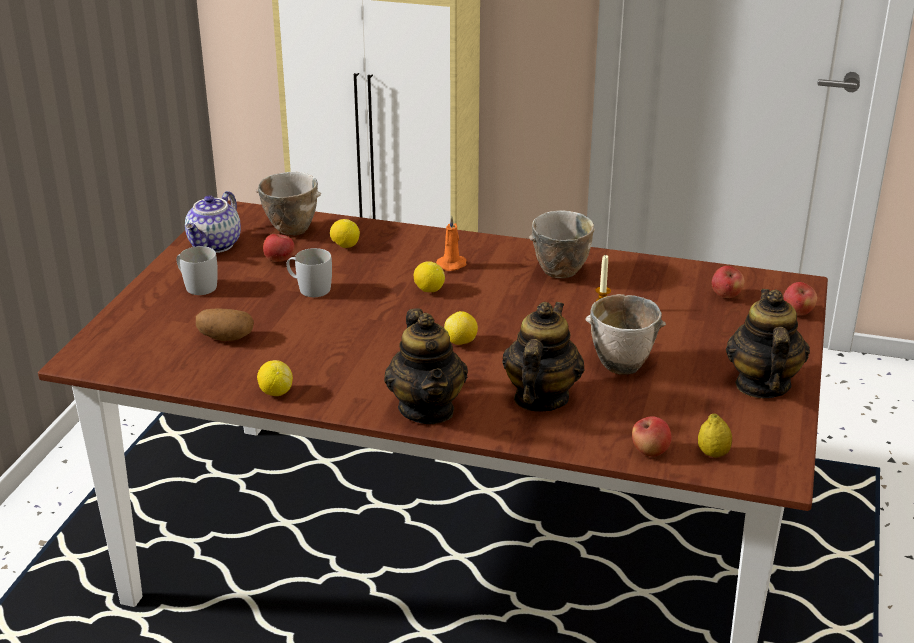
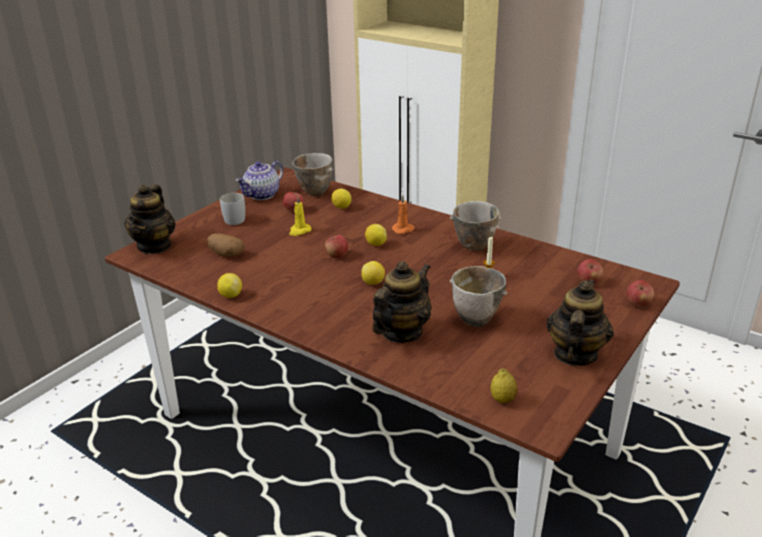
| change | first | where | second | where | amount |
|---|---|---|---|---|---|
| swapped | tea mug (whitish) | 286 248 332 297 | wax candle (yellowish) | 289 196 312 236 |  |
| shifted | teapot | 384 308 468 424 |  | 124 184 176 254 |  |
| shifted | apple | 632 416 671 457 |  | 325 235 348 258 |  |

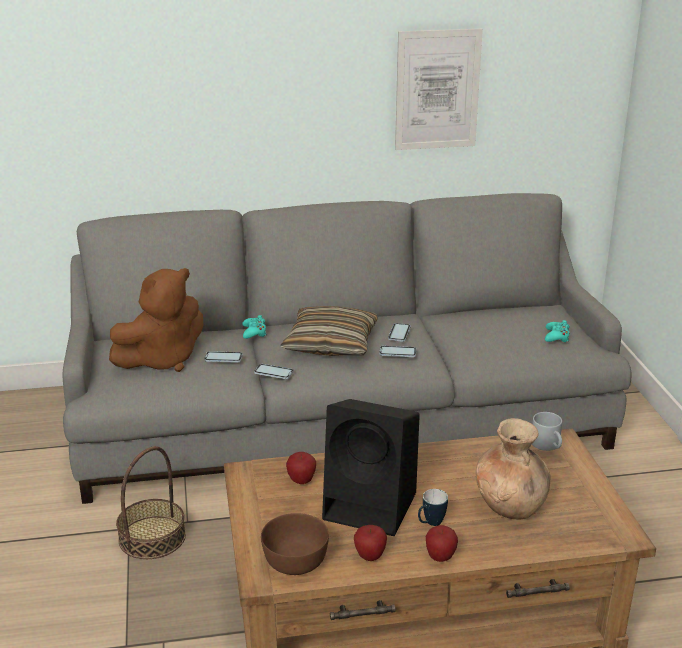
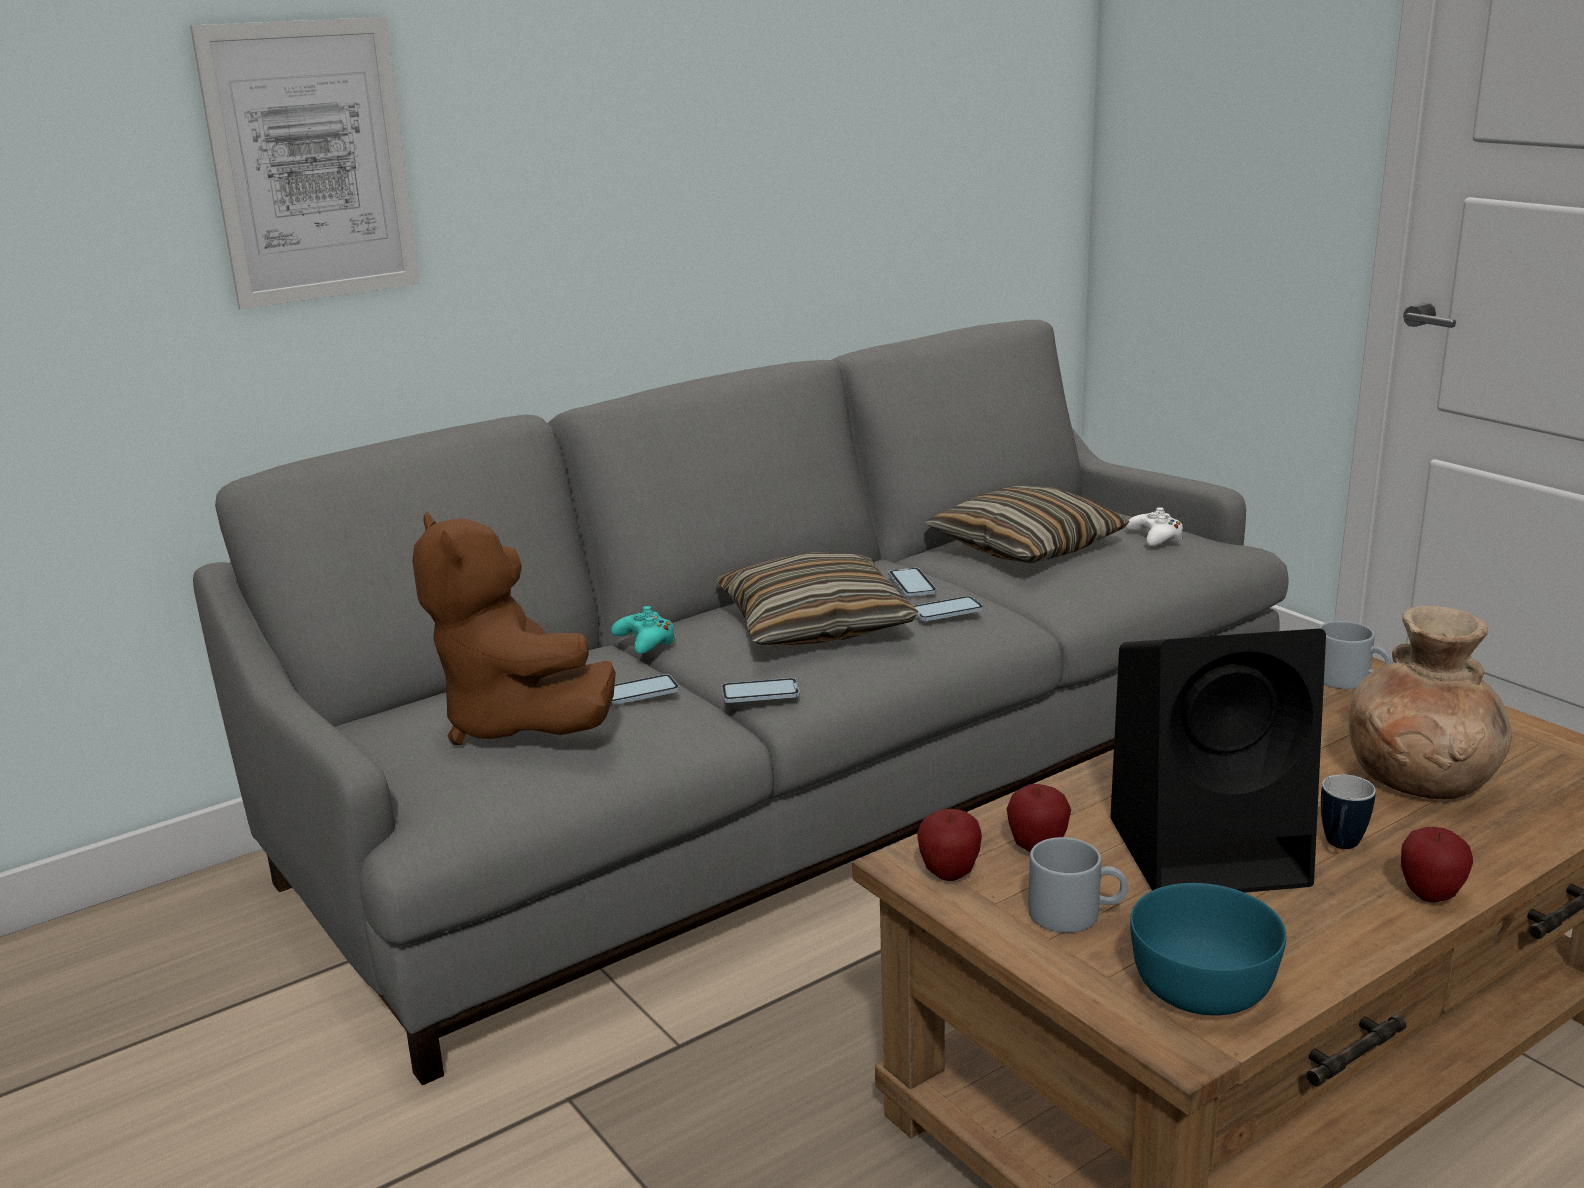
| change | first | where | second | where | amount |
|---|---|---|---|---|---|
| rotated | plush toy (brownish) | 109 268 203 372 |  | 412 512 616 745 | 120 degrees clockwise |
| gone | storage basket | 116 446 186 559 |  |  |  |
| repainted | serving bowl (brownish) | 261 513 329 575 | serving bowl (blue-green) | 1130 883 1286 1016 |  |
| shifted | apple | 354 525 387 561 |  | 917 809 982 881 |  |
| shifted | picture | 395 29 483 150 |  | 190 17 420 310 |  |
| repainted | joypad (blue-green) | 545 320 569 342 | joypad (whitish) | 1126 507 1183 546 |  |
| new |  |  | throw pillow | 926 485 1130 563 |  |
| new |  |  | tea mug (gray) | 1028 837 1128 933 |  |

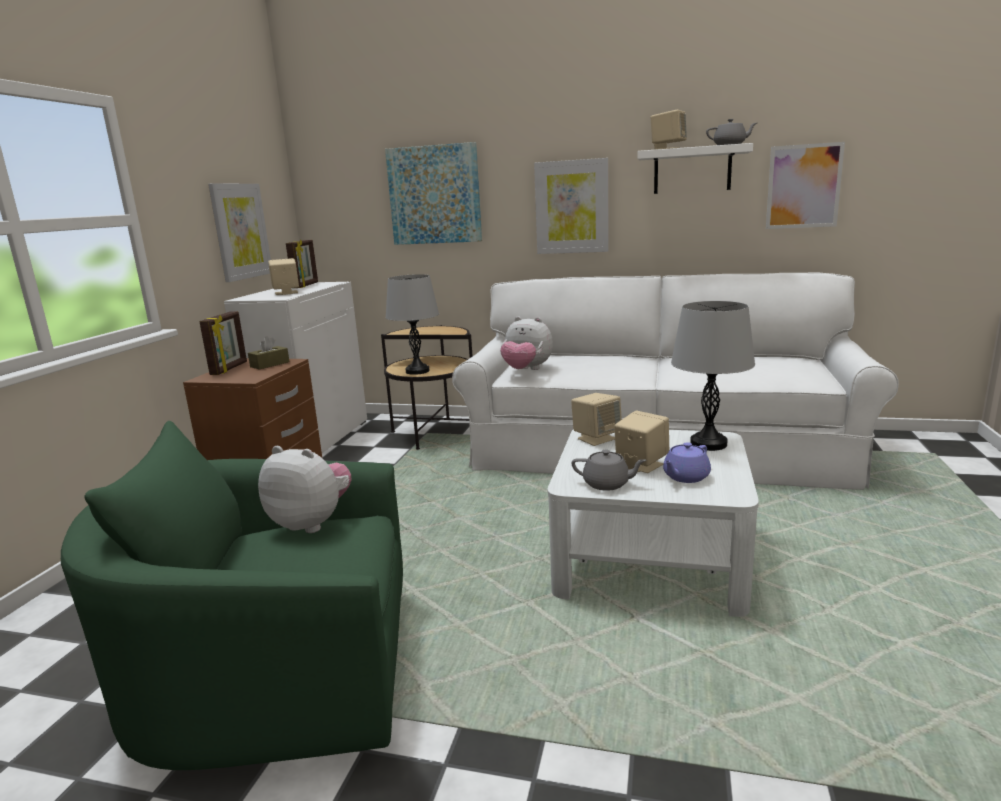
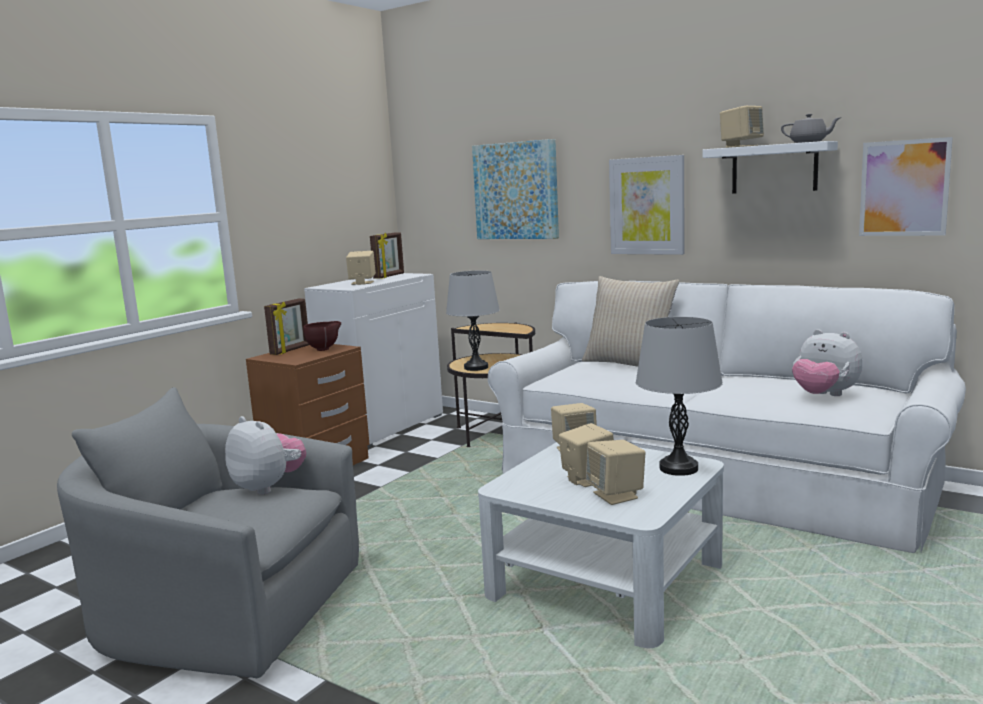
| change | first | where | second | where | amount |
|---|---|---|---|---|---|
| repainted | easy chair (greenish) | 61 421 403 770 | easy chair (gray) | 57 387 359 678 |  |
| gone | picture | 208 183 271 282 |  |  |  |
| swapped | tissue box (brownish) | 248 336 290 370 | serving bowl (brownish) | 303 321 341 351 |  |
| shifted | plush toy | 500 316 553 370 |  | 792 329 863 396 |  |
| gone | teapot (gray) | 571 450 647 491 |  |  |  |
| swapped | teapot (purplish) | 663 442 711 483 | audio speaker (sand-coloured) | 586 440 645 505 |  |
| new |  |  | throw pillow (sand-coloured) | 582 276 679 367 |  |

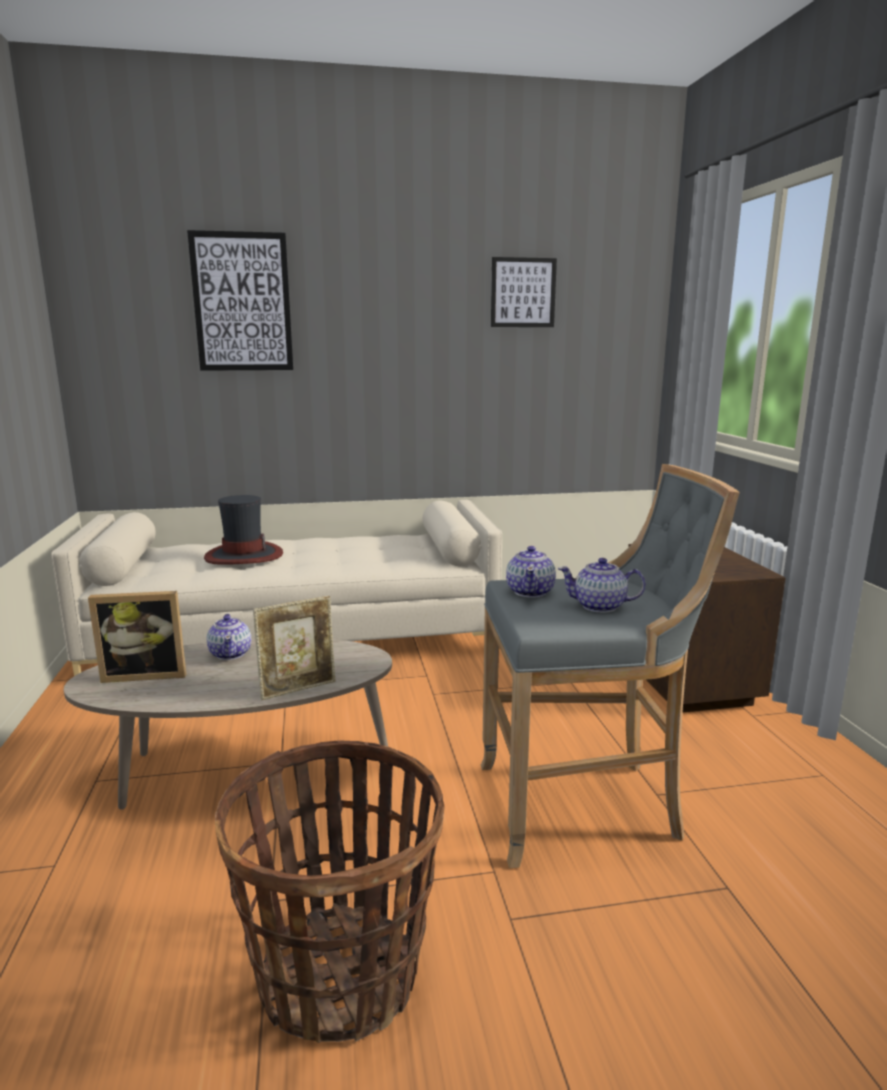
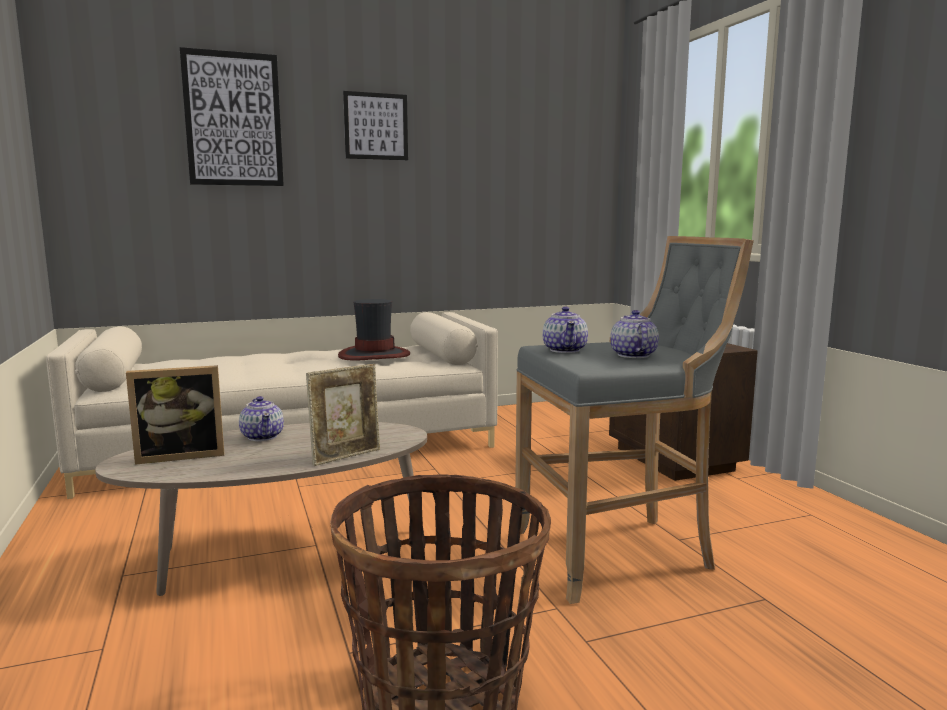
| change | first | where | second | where | amount |
|---|---|---|---|---|---|
| shifted | clothing hat | 204 495 283 565 |  | 338 299 410 361 |  |
| shifted | picture | 491 257 557 327 |  | 343 91 408 160 |  |
| rotated | teapot | 558 558 646 613 |  | 610 310 659 358 | 90 degrees clockwise |

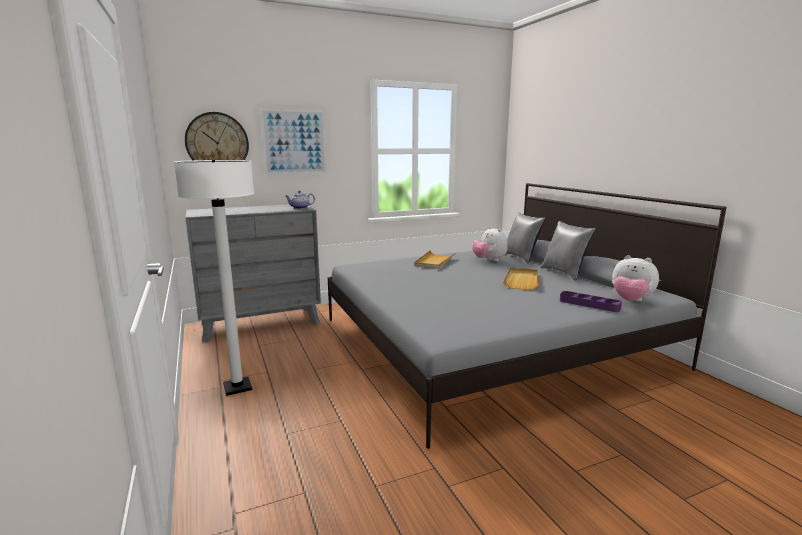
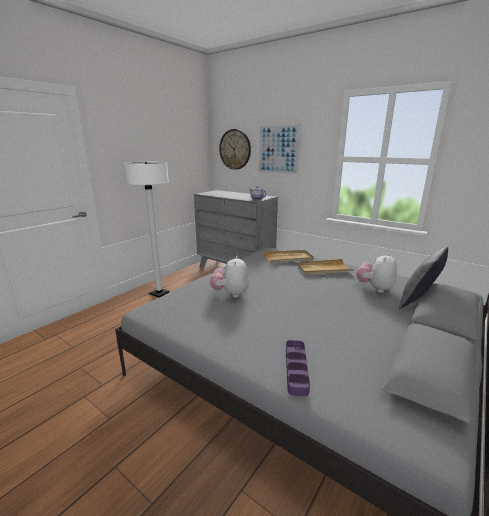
| change | first | where | second | where | amount |
|---|---|---|---|---|---|
| shifted | tray (sand-coloured) | 503 268 539 290 |  | 264 250 314 262 |  |
| gone | throw pillow (gray) | 540 221 596 281 |  |  |  |
| shifted | plush toy | 612 255 659 301 |  | 210 256 249 298 |  |

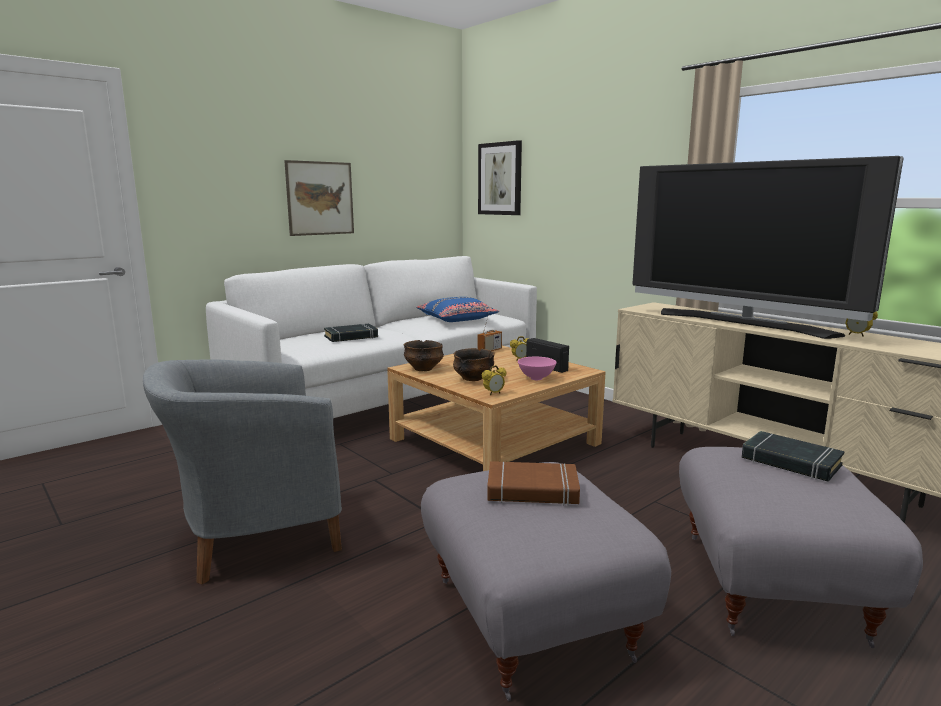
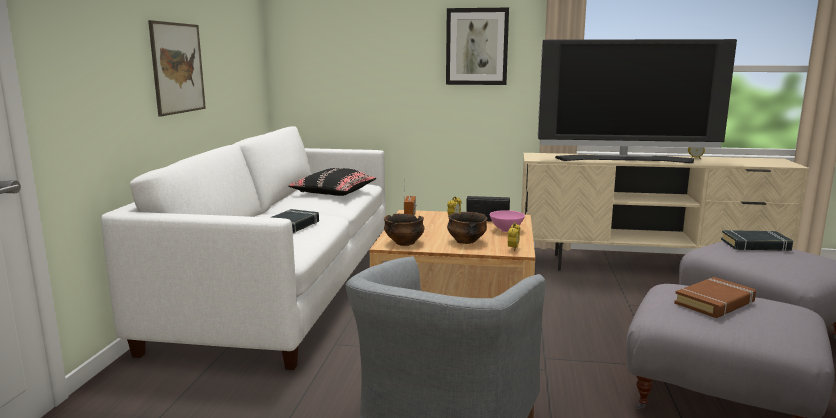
| change | first | where | second | where | amount |
|---|---|---|---|---|---|
| repainted | throw pillow (blue) | 416 297 499 322 | throw pillow (blackish) | 288 168 377 196 |  |
| shifted | picture | 478 140 522 215 |  | 446 8 509 85 |  |

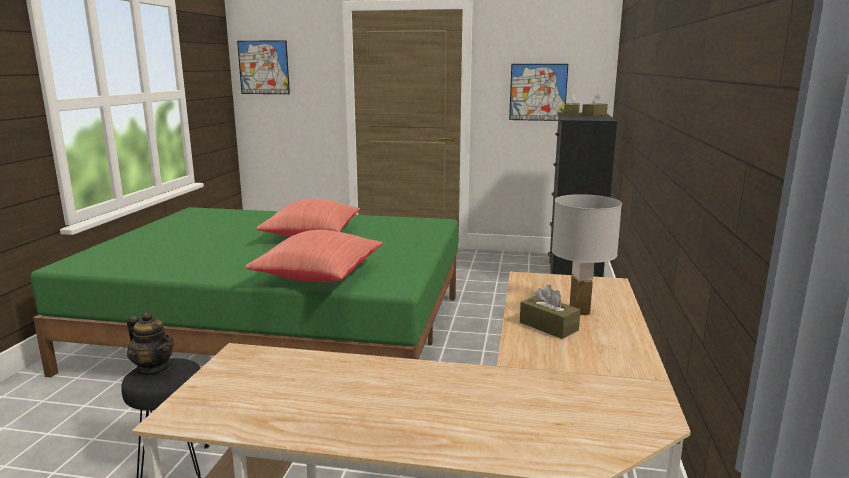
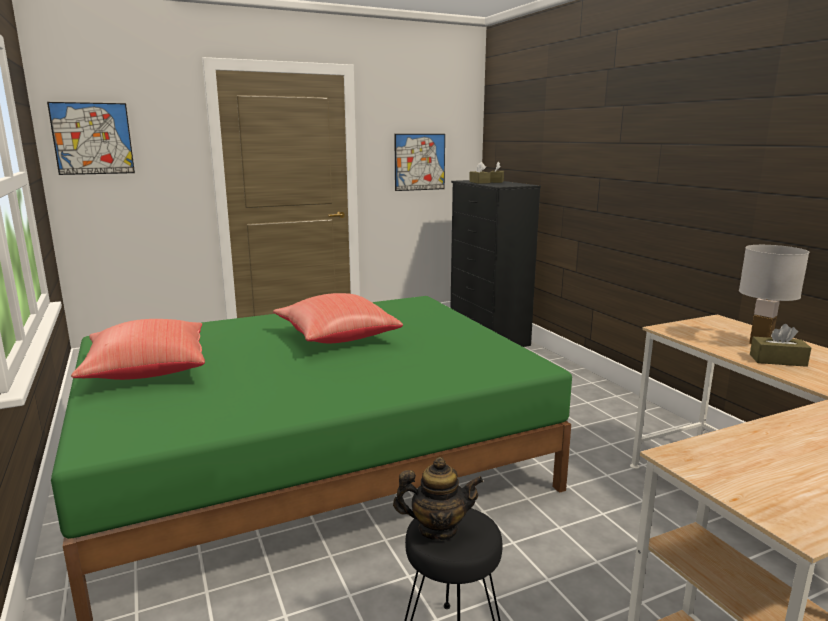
| change | first | where | second | where | amount |
|---|---|---|---|---|---|
| shifted | throw pillow (red) | 245 230 383 282 |  | 71 319 205 380 |  |

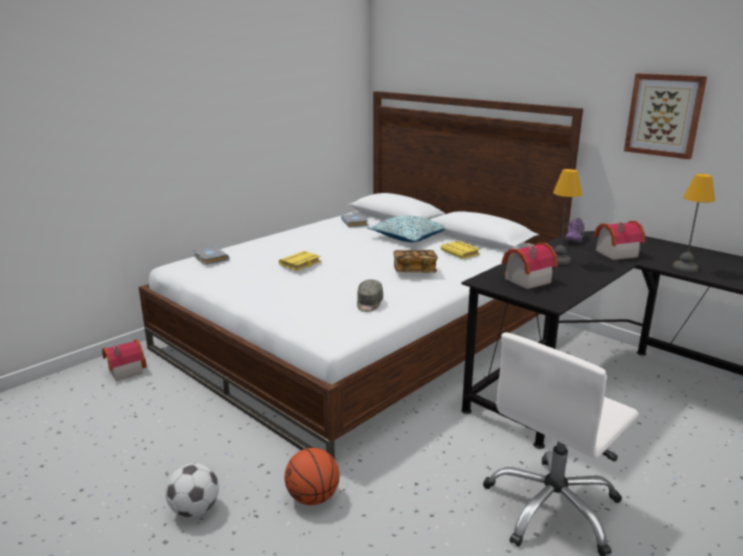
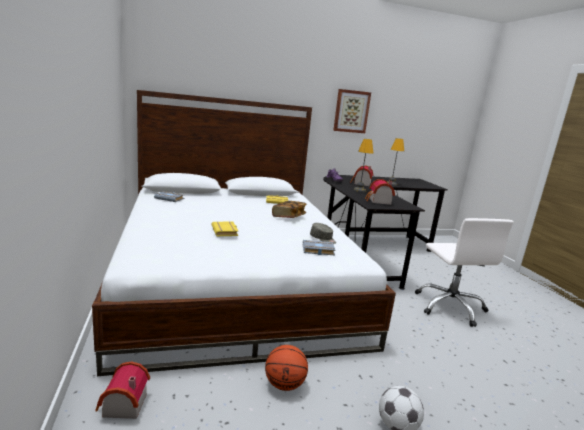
| change | first | where | second | where | amount |
|---|---|---|---|---|---|
| shifted | bound book (gray) | 193 246 229 265 |  | 303 240 336 255 |  |
| shifted | ball for basketball | 285 448 340 505 |  | 265 345 308 391 |  |
| gone | throw pillow | 367 215 445 242 |  |  |  |

